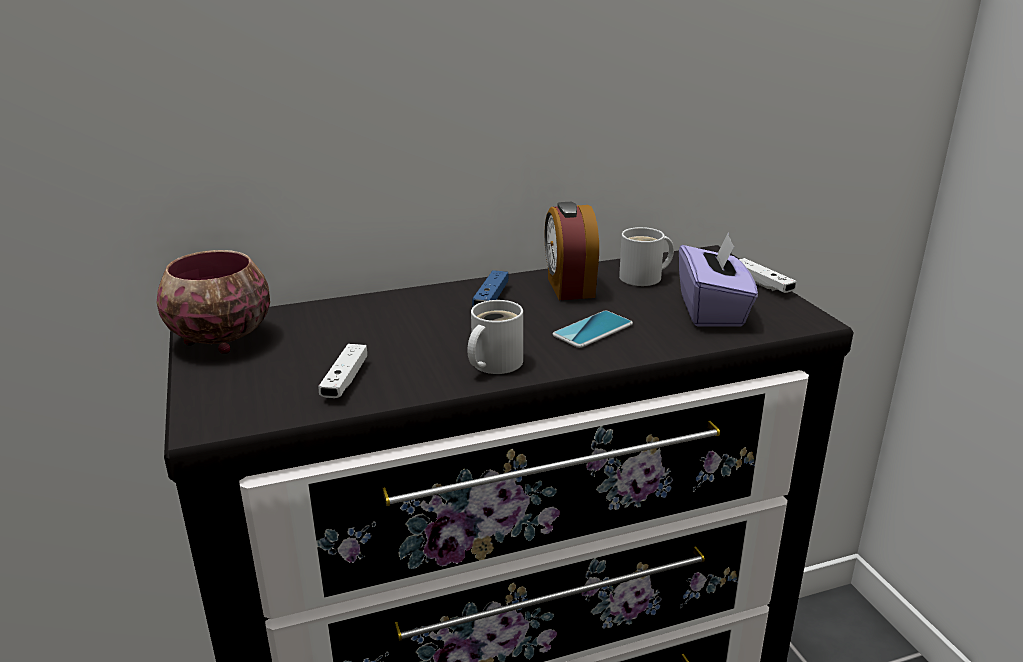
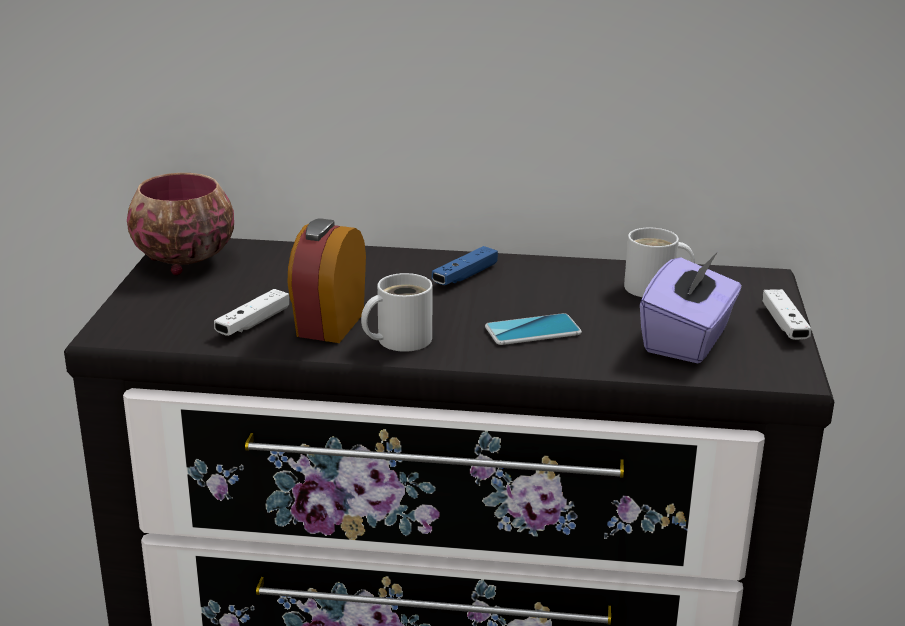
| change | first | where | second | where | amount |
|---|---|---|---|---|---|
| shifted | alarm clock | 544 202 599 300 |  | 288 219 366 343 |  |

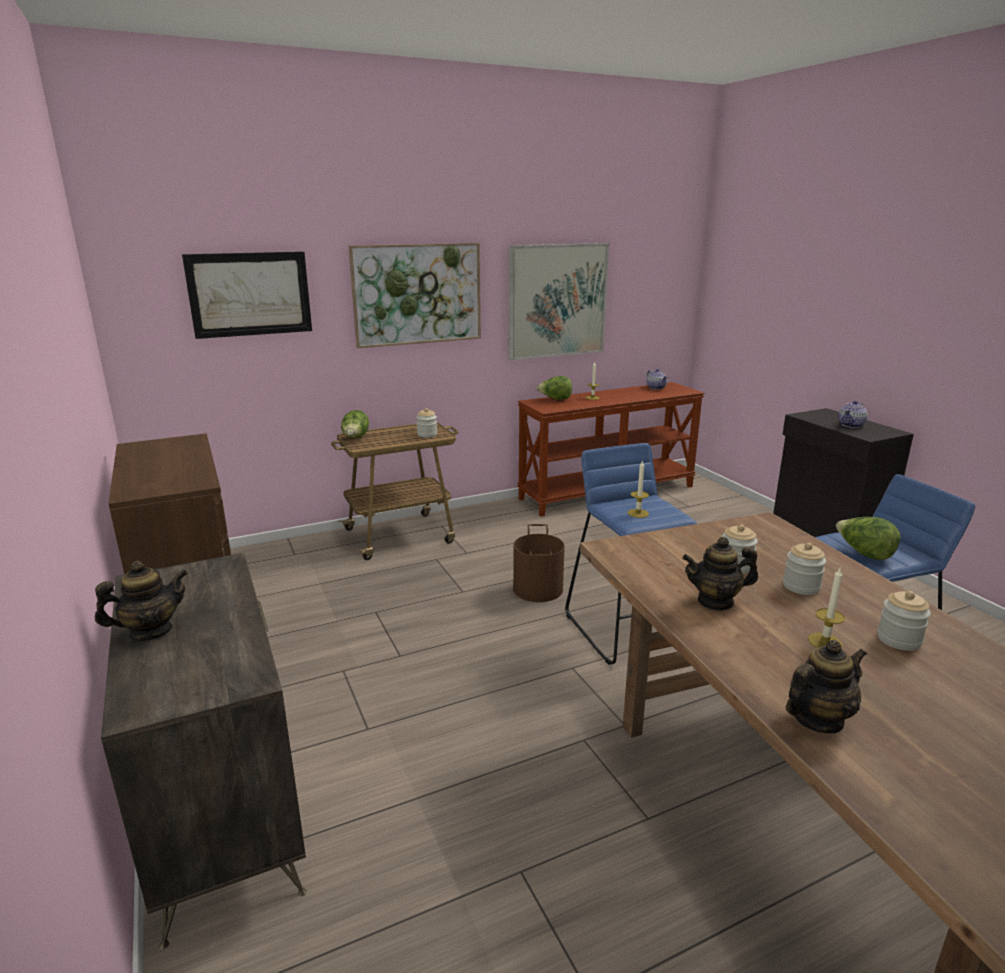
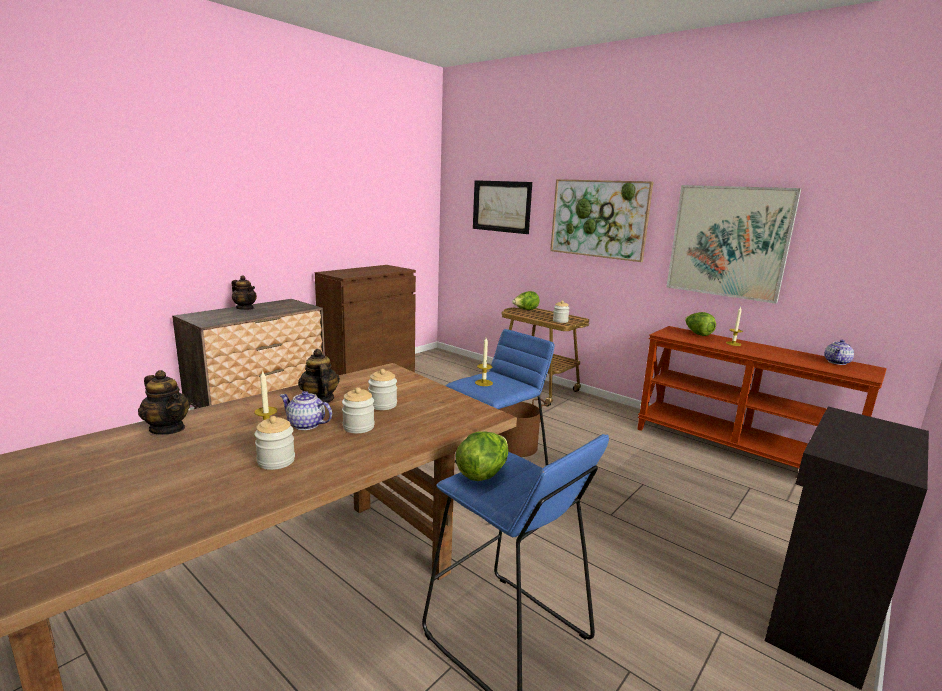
| change | first | where | second | where | amount |
|---|---|---|---|---|---|
| shifted | teapot | 838 401 868 428 |  | 280 391 332 430 |  |

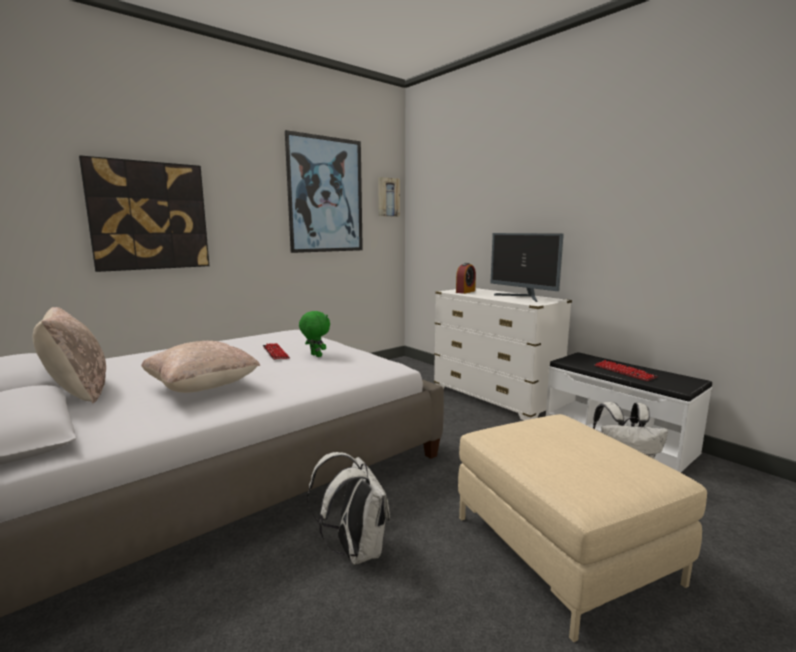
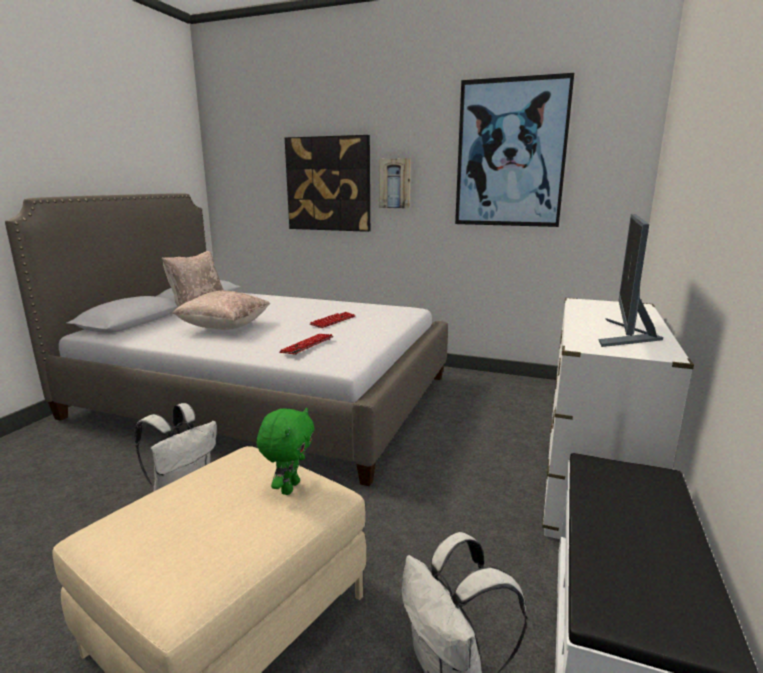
| change | first | where | second | where | amount |
|---|---|---|---|---|---|
| shifted | plush toy (greenish) | 299 311 330 357 |  | 257 408 314 495 |  |
| shifted | picture | 378 177 400 217 |  | 379 158 411 208 |  |
| gone | alarm clock | 456 263 476 294 |  |  |  |
| shifted | PC keyboard | 595 360 658 381 |  | 279 334 333 355 |  |

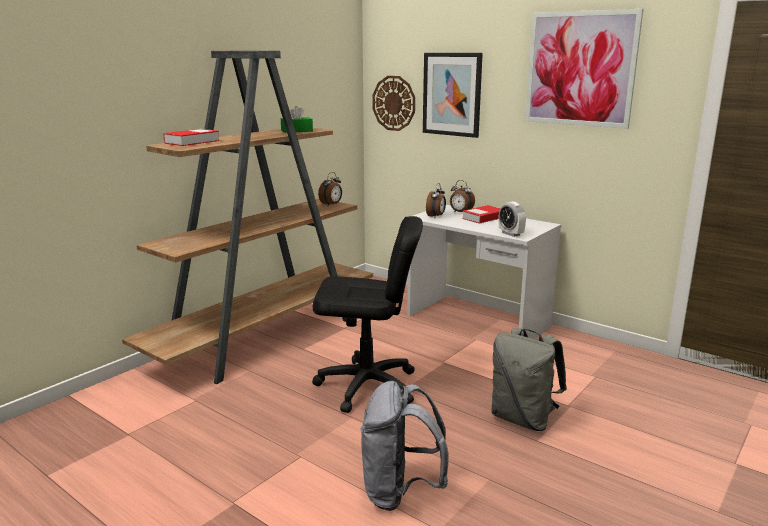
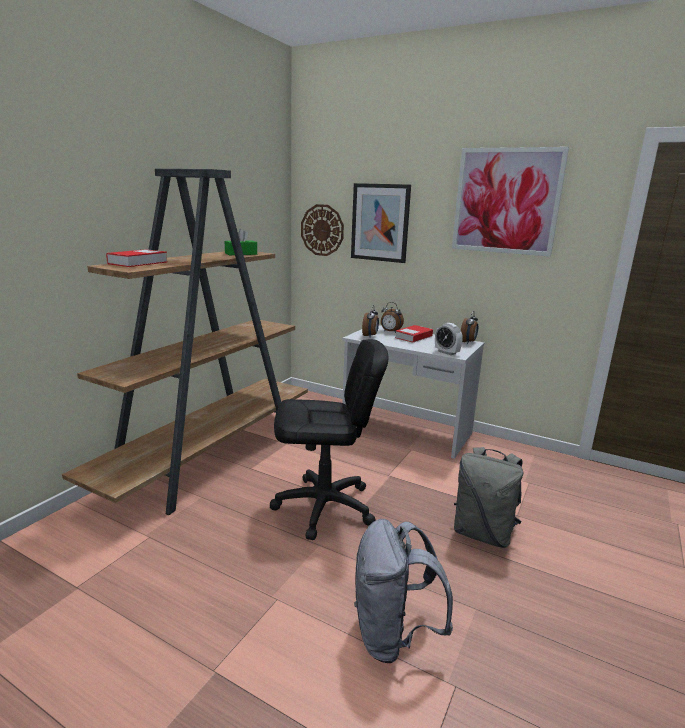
| change | first | where | second | where | amount |
|---|---|---|---|---|---|
| shifted | alarm clock | 318 172 342 206 |  | 461 311 478 344 |  |

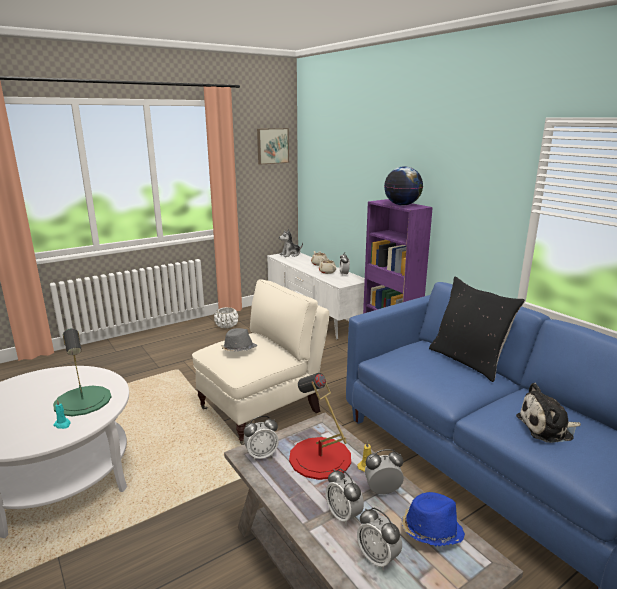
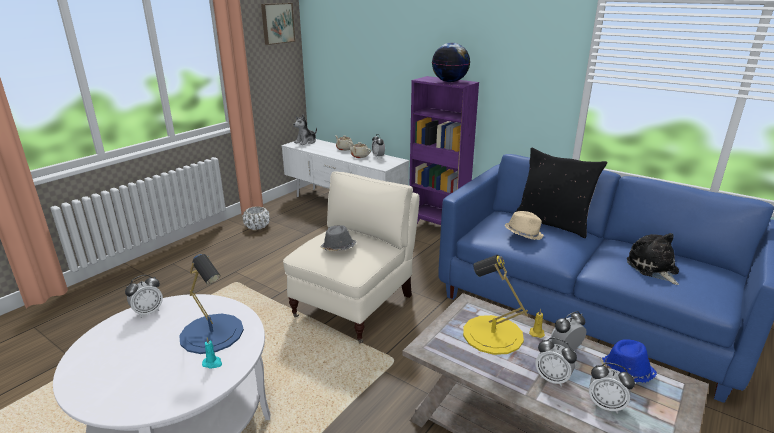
| change | first | where | second | where | amount |
|---|---|---|---|---|---|
| repainted | lamp for a table (greenish) | 53 328 112 416 | lamp for a table (blue) | 179 254 244 354 |  |
| shifted | alarm clock | 244 416 279 461 |  | 125 275 163 318 |  |
| repainted | lamp for a table (red) | 289 373 351 480 | lamp for a table (yellowish) | 463 255 528 355 |  |
| rotated | plush toy | 516 383 581 443 |  | 627 233 679 285 | 105 degrees clockwise |
| new |  |  | clothing hat (sand-coloured) | 505 211 543 240 |  |

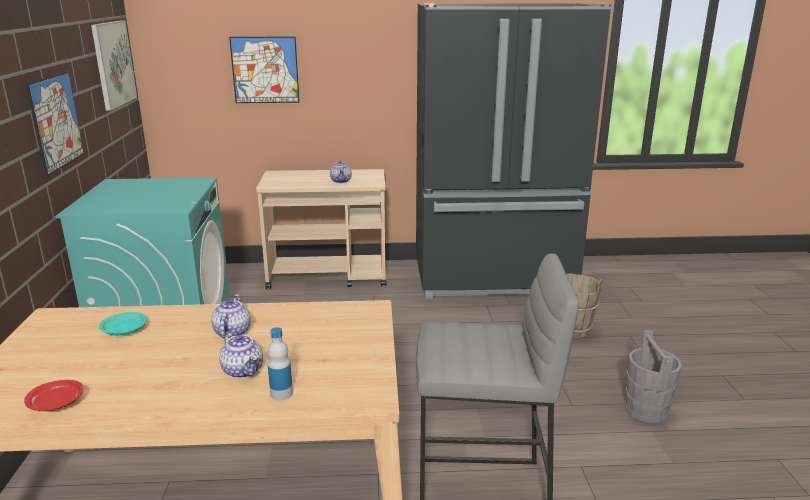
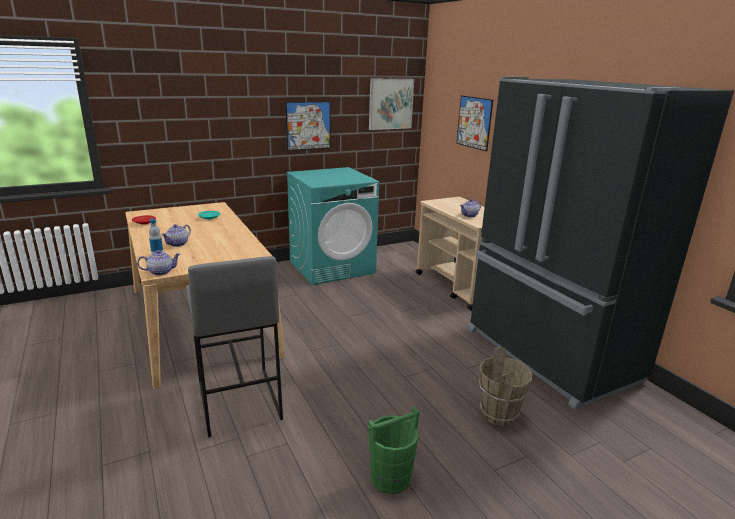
| change | first | where | second | where | amount |
|---|---|---|---|---|---|
| shifted | teapot | 211 294 251 338 |  | 137 250 180 276 |  |
| repainted | pail (gray) | 625 330 682 423 | pail (greenish) | 368 406 420 494 |  |

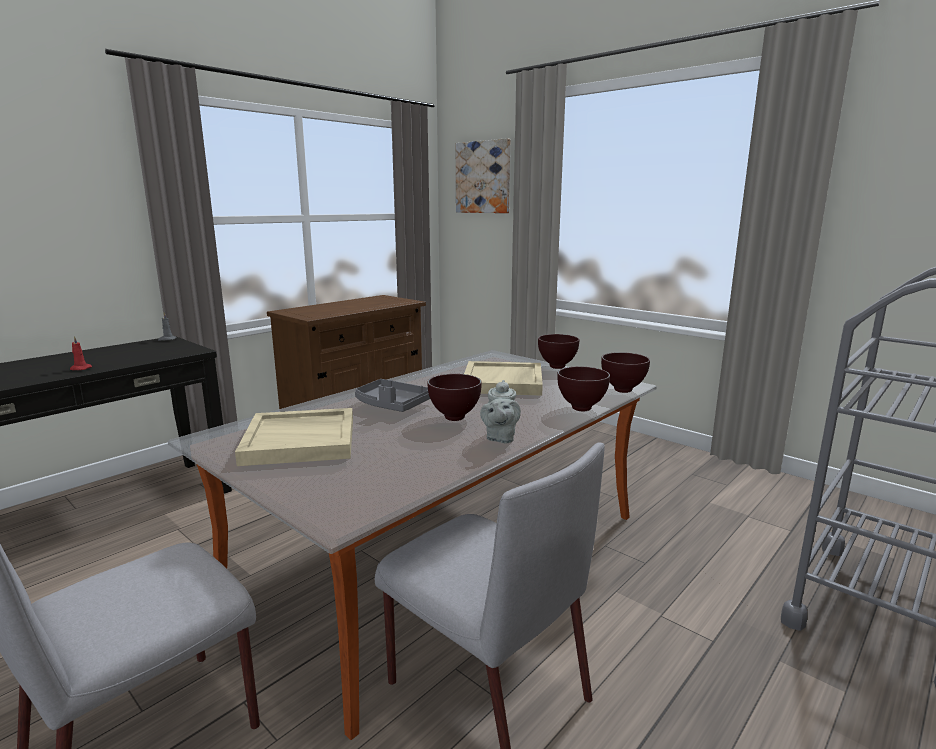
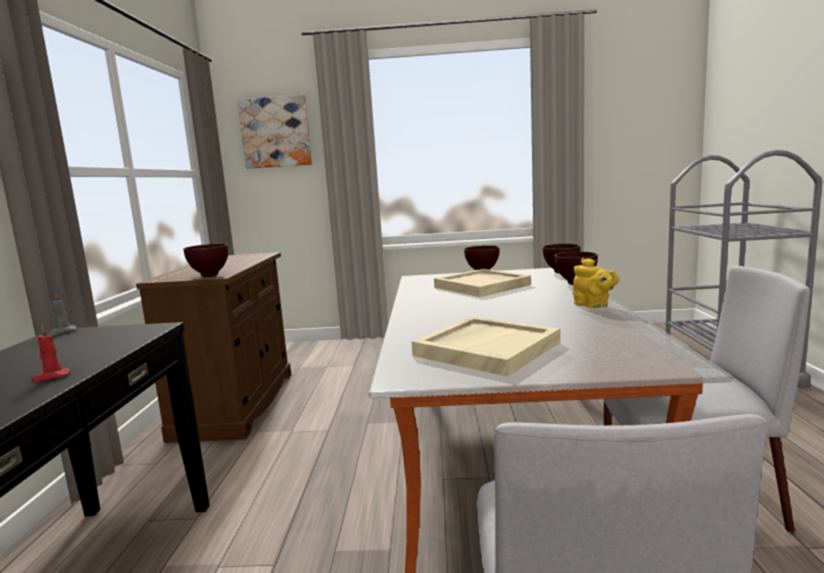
| change | first | where | second | where | amount |
|---|---|---|---|---|---|
| gone | tray (gray) | 355 379 430 412 |  |  |  |
| shifted | serving bowl (brownish) | 428 374 482 421 |  | 183 244 228 277 |  |
| repainted | teapot (gray) | 480 380 521 443 | teapot (yellowish) | 573 258 619 308 |  |

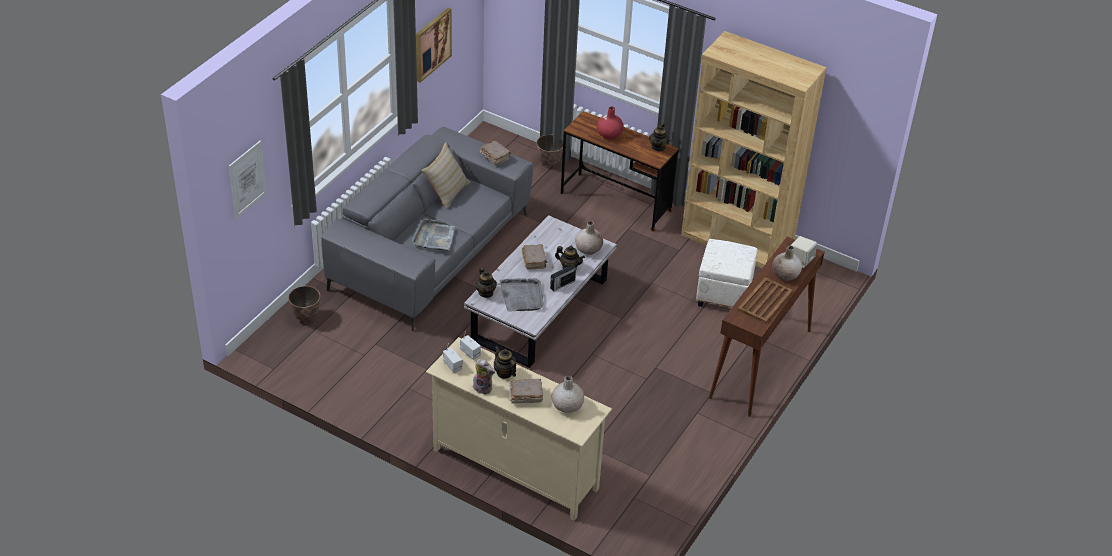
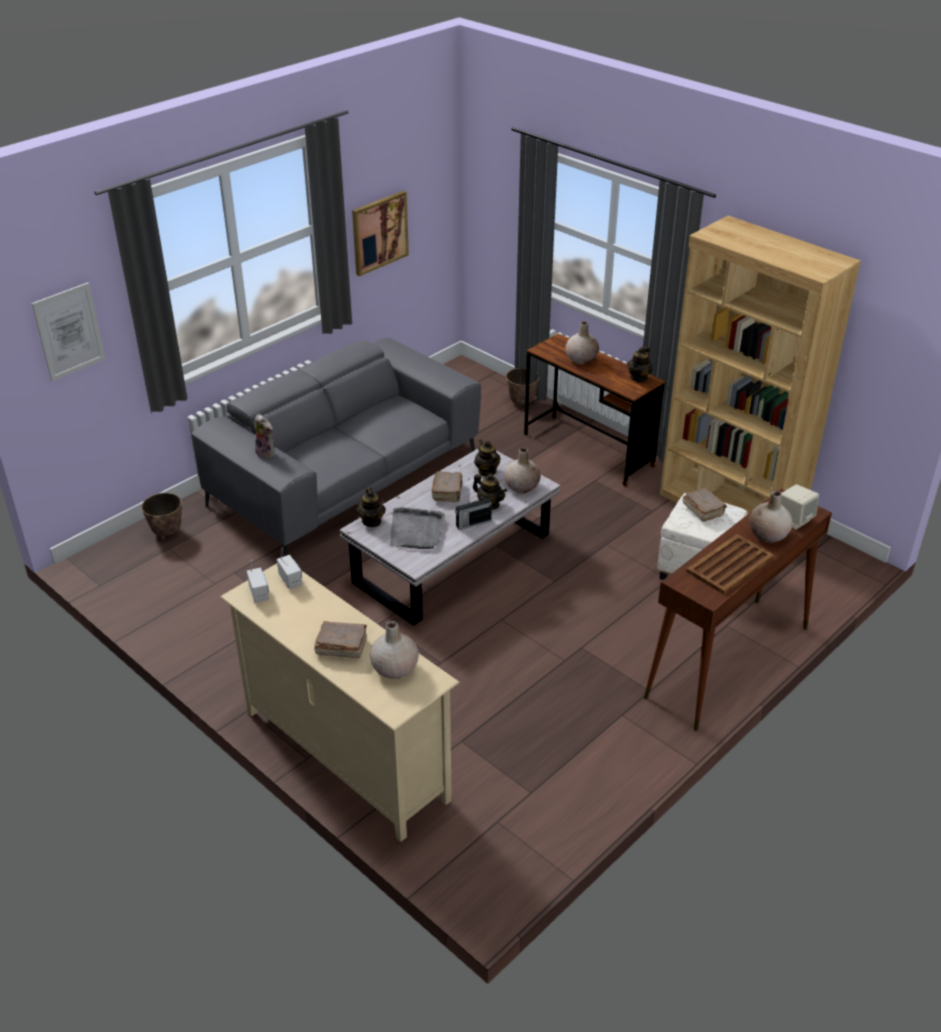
| change | first | where | second | where | amount |
|---|---|---|---|---|---|
| gone | tray (gray) | 411 219 455 251 |  |  |  |
| gone | throw pillow (sand-coloured) | 421 142 470 210 |  |  |  |
| shifted | plush toy | 470 359 495 395 |  | 254 414 275 459 |  |
| shifted | bound book (brownish) | 480 140 511 165 |  | 682 487 727 521 |  |
| shifted | teapot | 494 346 516 379 |  | 474 440 500 477 |  |
| repainted | decorative vase (red) | 597 106 624 140 | decorative vase (sand-coloured) | 566 321 599 365 |  |

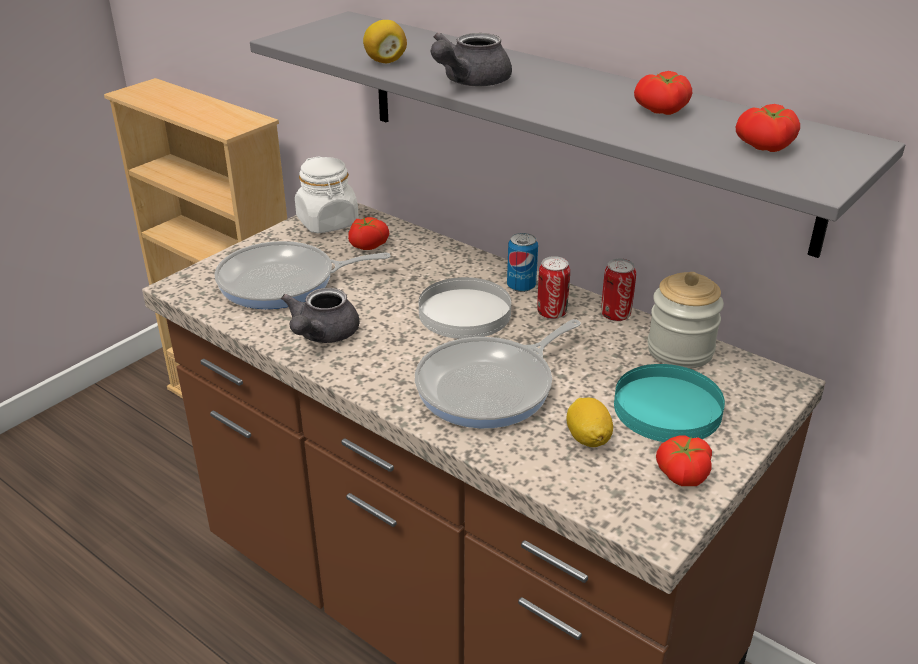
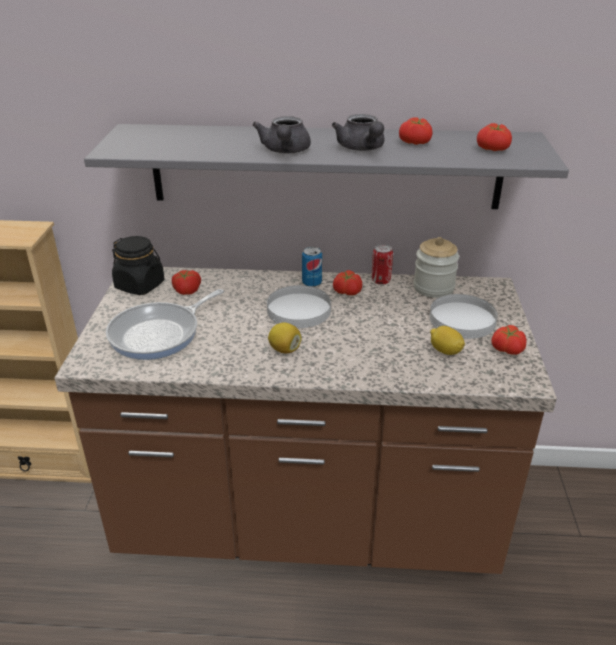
| change | first | where | second | where | amount |
|---|---|---|---|---|---|
| shifted | teapot (gray) | 281 288 359 343 |  | 332 114 385 151 |  |
| repainted | storage jar (whitish) | 295 156 359 233 | storage jar (blackish) | 112 236 165 295 |  |
| shifted | lemon | 363 20 407 63 |  | 268 322 302 354 |  |
| gone | frying pan | 415 319 581 429 |  |  |  |
| swapped | sealed can | 537 256 570 319 | whole tomato | 333 270 362 295 |  |
| repainted | dinner plate (blue-green) | 614 364 725 442 | dinner plate (whitish) | 430 294 498 339 |  |

